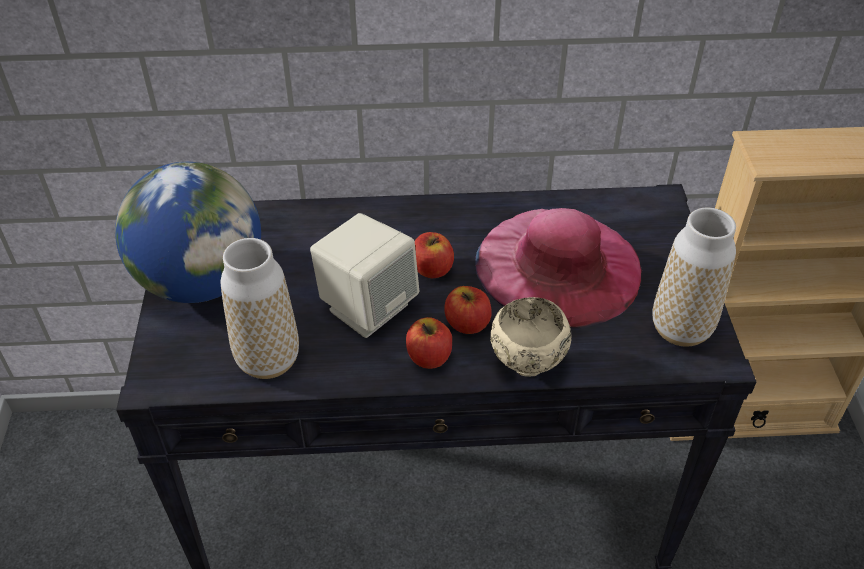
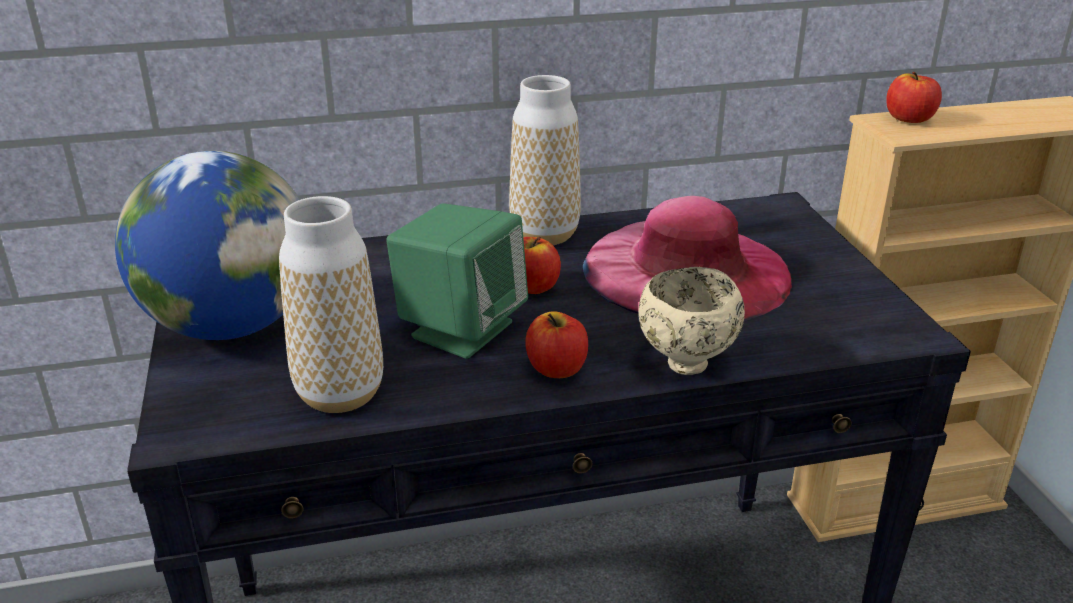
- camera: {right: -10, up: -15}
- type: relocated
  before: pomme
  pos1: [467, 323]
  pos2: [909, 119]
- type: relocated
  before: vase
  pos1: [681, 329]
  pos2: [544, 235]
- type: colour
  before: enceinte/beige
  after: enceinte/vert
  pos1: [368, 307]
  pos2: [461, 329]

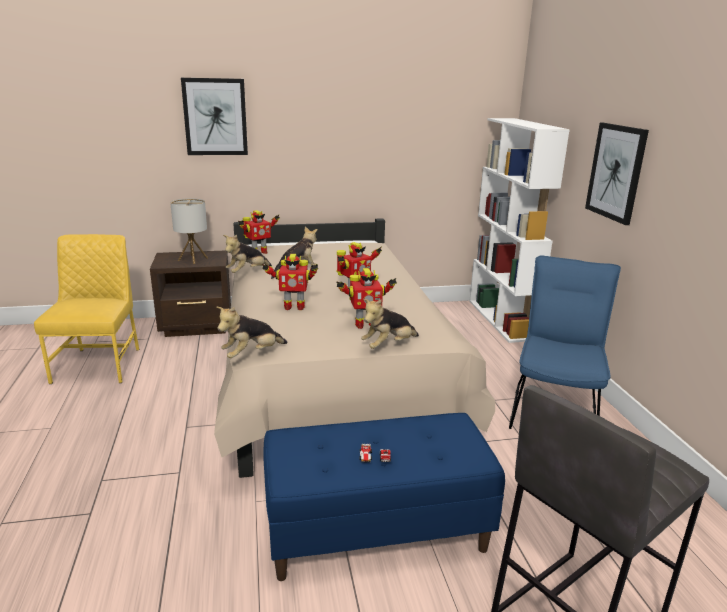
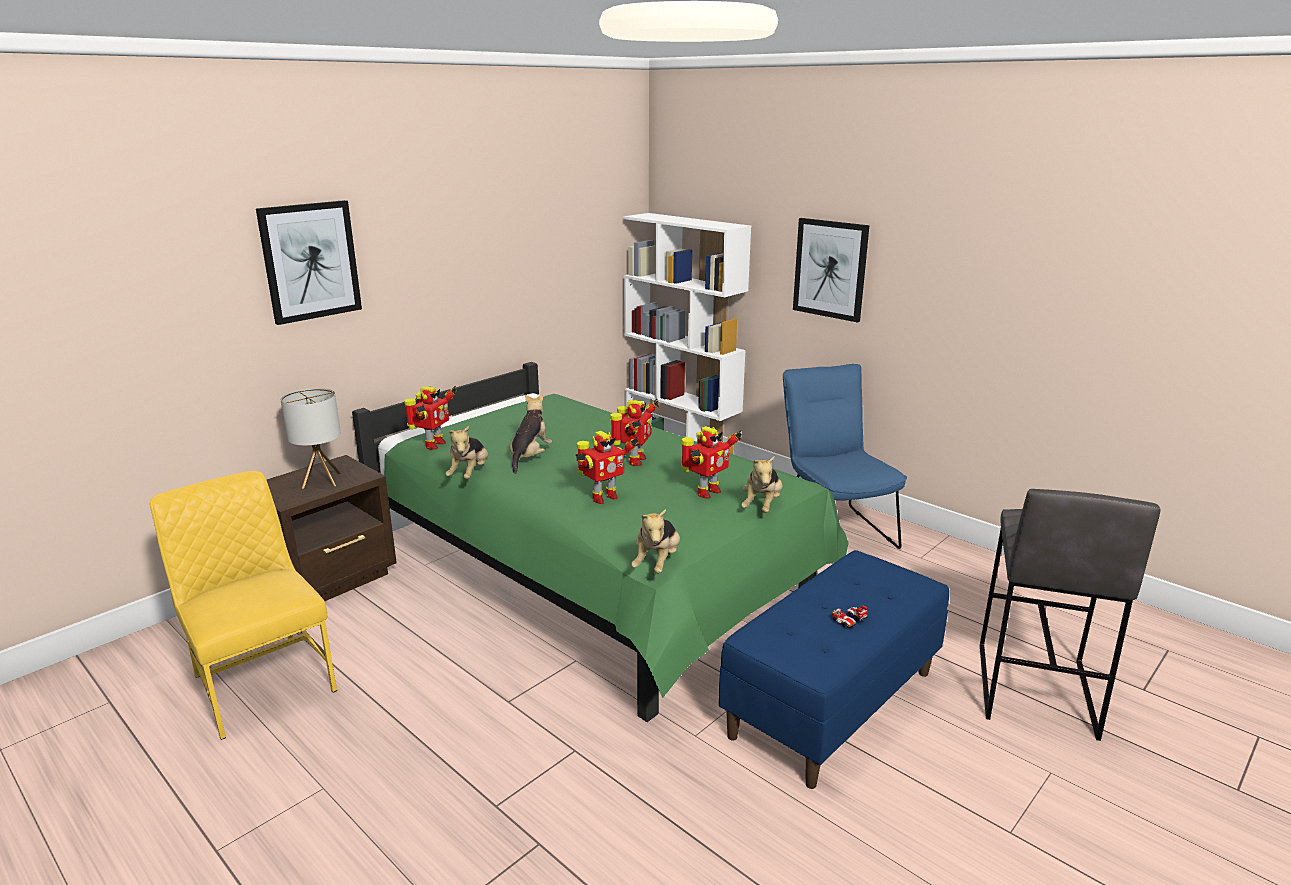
- camera: {right: -35, up: 0}
- type: colour
  before: lit/beige
  after: lit/vert
  pos1: [330, 376]
  pos2: [591, 577]

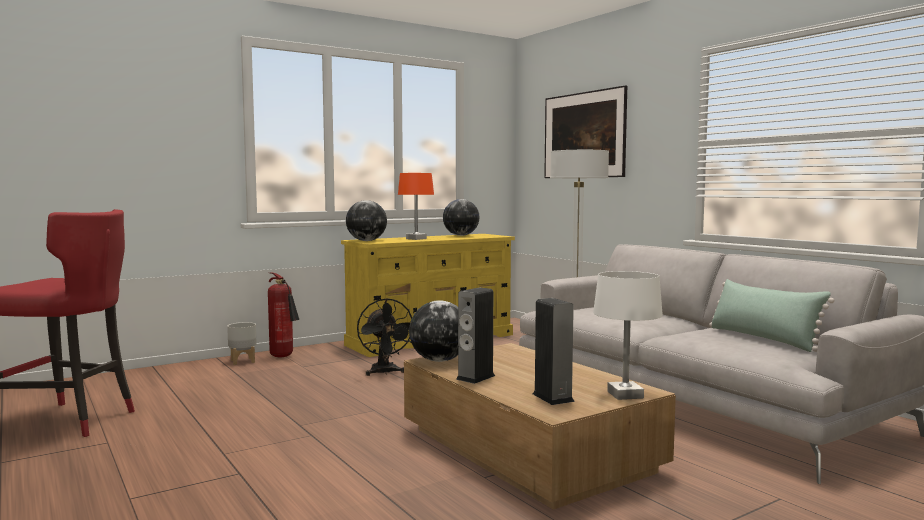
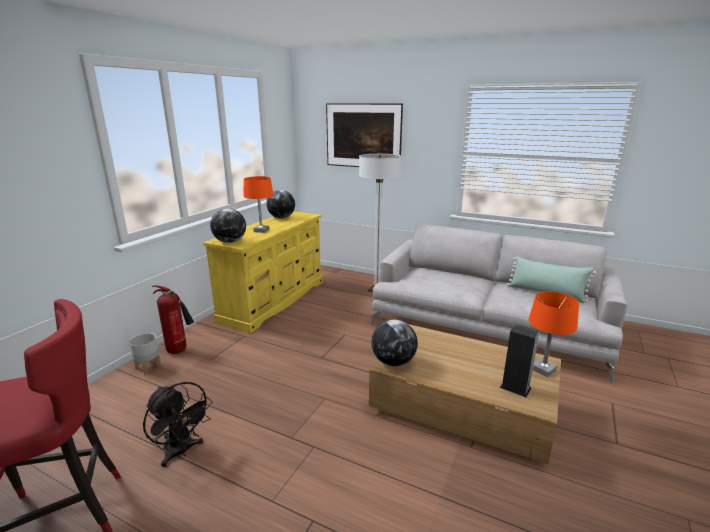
- camera: {right: -30, up: 15}
- type: missing
  before: enceinte
  pos1: [475, 377]
- type: relocated
  before: ventilateur/noir
  pos1: [384, 372]
  pos2: [181, 452]
- type: colour
  before: lampe de table/blanc
  after: lampe de table/orange
  pos1: [625, 394]
  pos2: [543, 370]

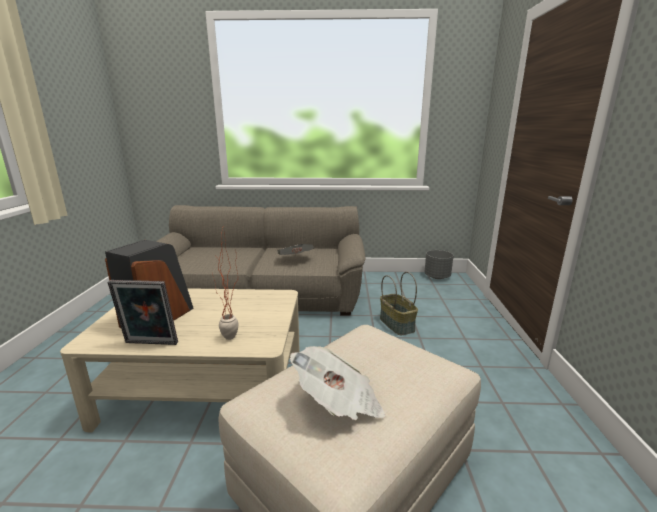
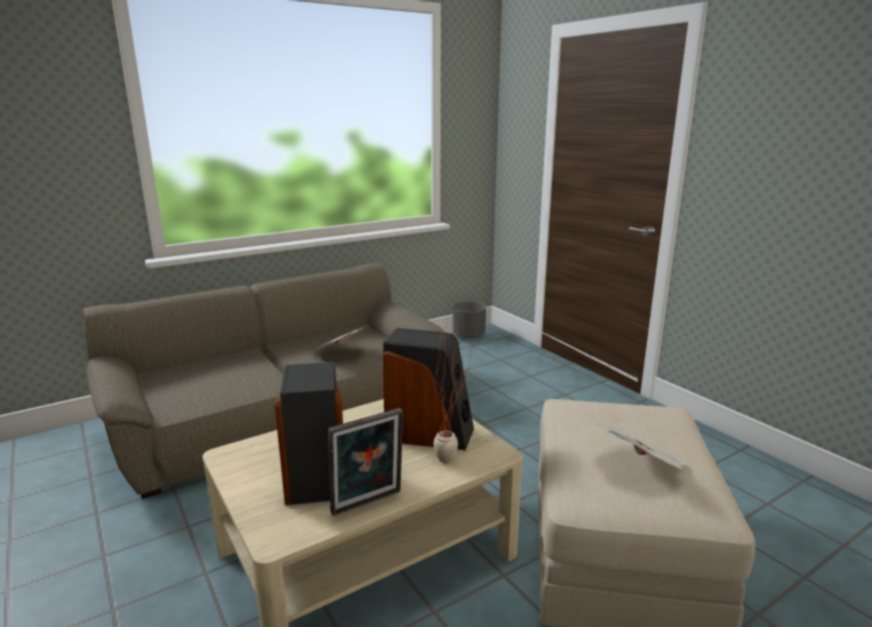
- camera: {right: -35, up: 0}
- type: missing
  before: panier
  pos1: [397, 324]
- type: appeared
  after: enceinte
  pos2: [429, 433]

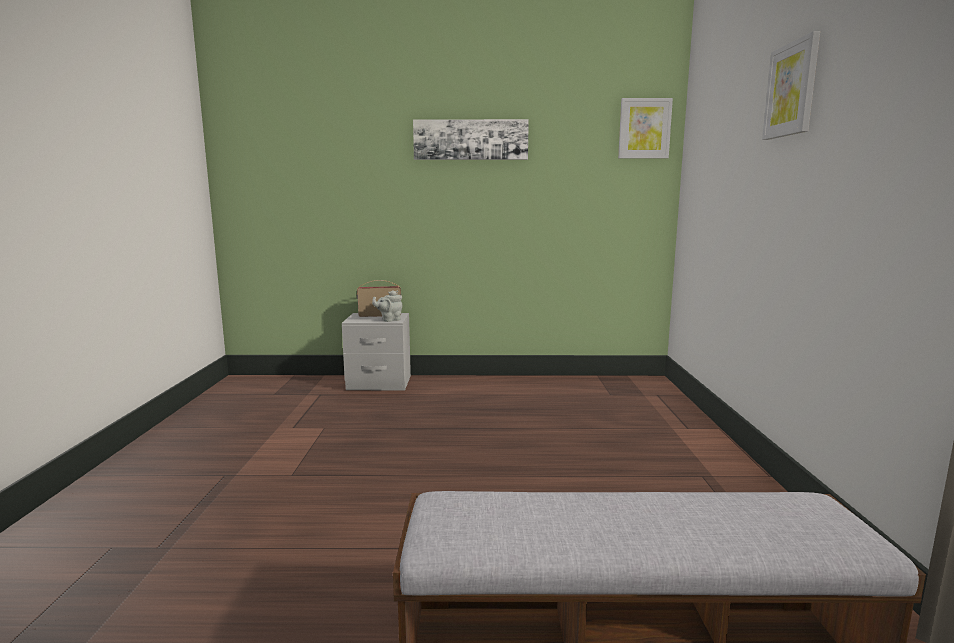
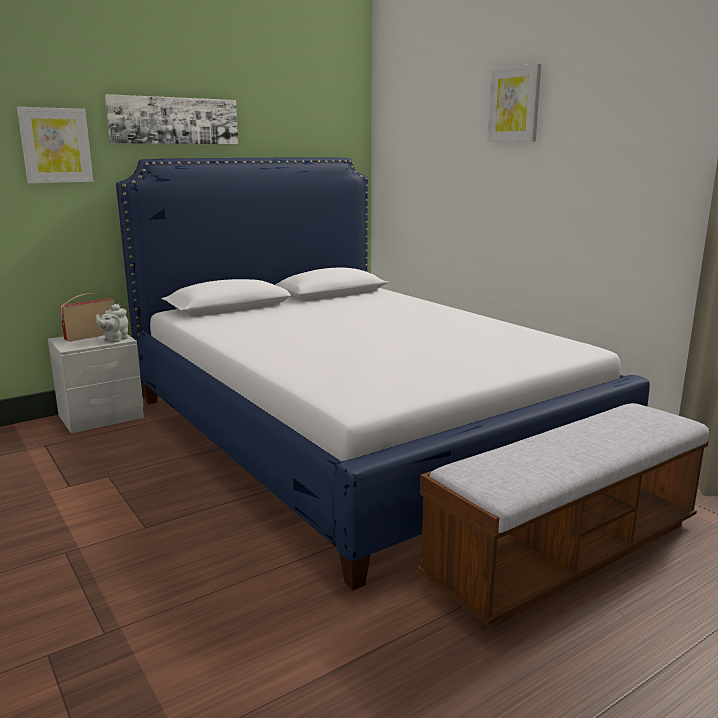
- camera: {right: -35, up: 5}
- type: appeared
  after: lit
  pos2: [356, 431]
- type: relocated
  before: tableau
  pos1: [644, 128]
  pos2: [56, 145]

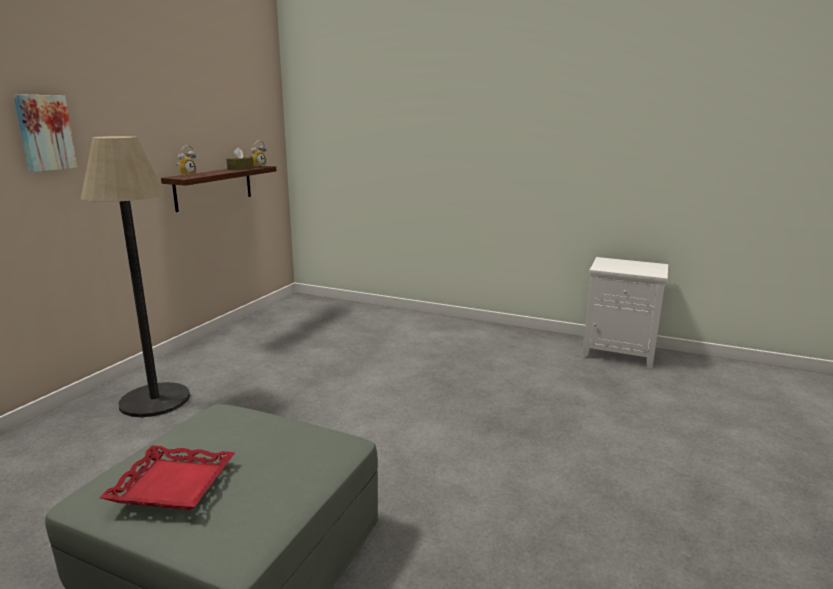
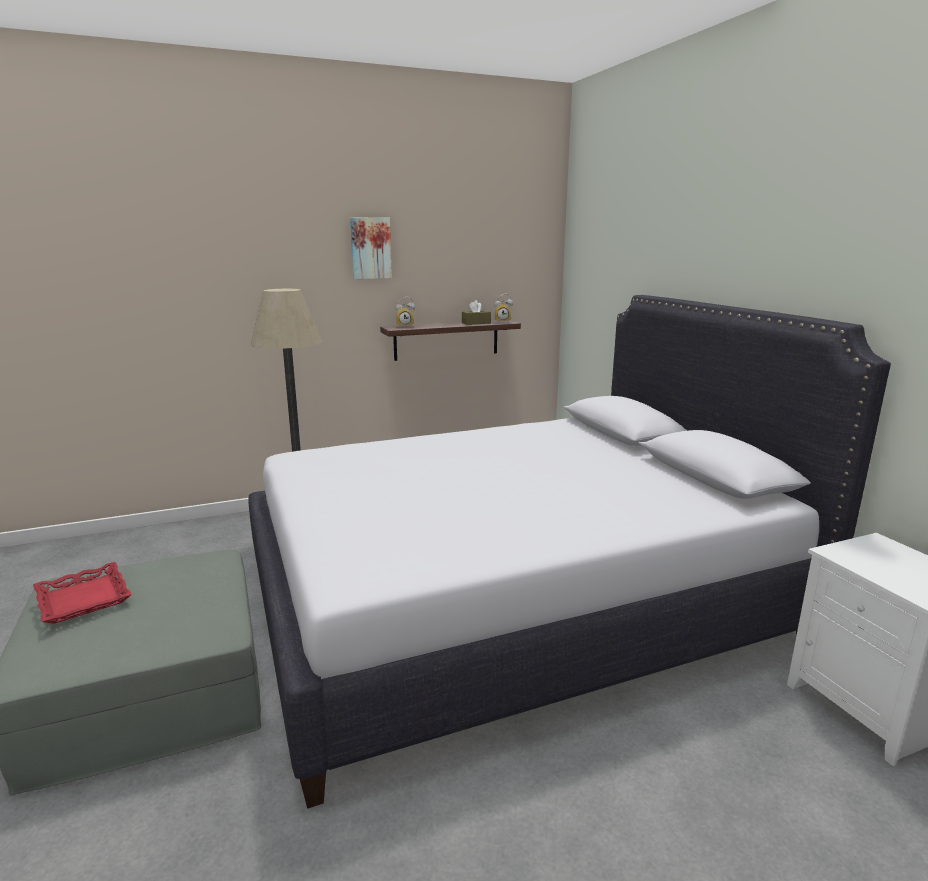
- camera: {right: 45, up: 0}
- type: appeared
  after: lit/blanc
  pos2: [513, 606]
- type: relocated
  before: tableau
  pos1: [44, 132]
  pos2: [370, 248]

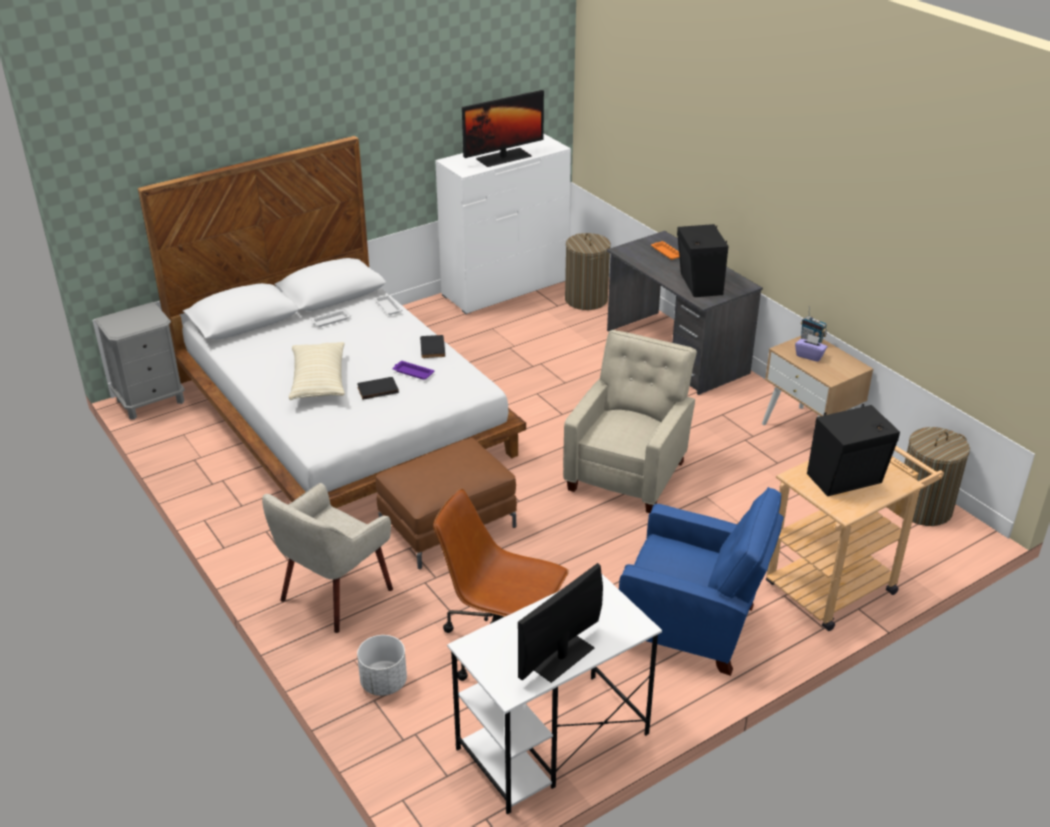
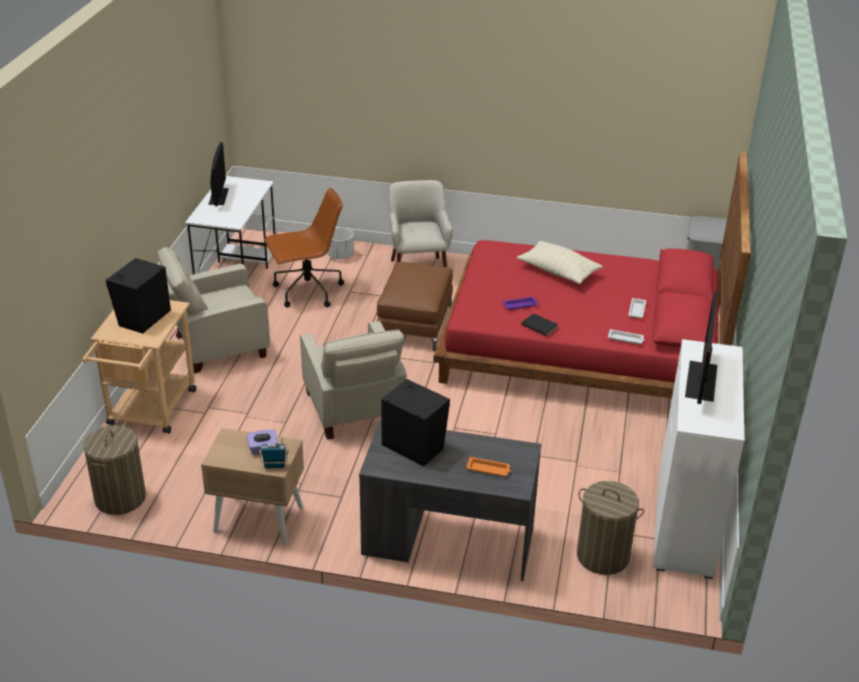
- camera: {right: 135, up: 0}
- type: missing
  before: livre/noir
  pos1: [377, 389]
- type: colour
  before: lit/blanc
  after: lit/rouge
  pos1: [343, 416]
  pos2: [582, 347]
- type: colour
  before: fauteuil/bleu
  after: fauteuil/beige
  pos1: [693, 627]
  pos2: [216, 346]

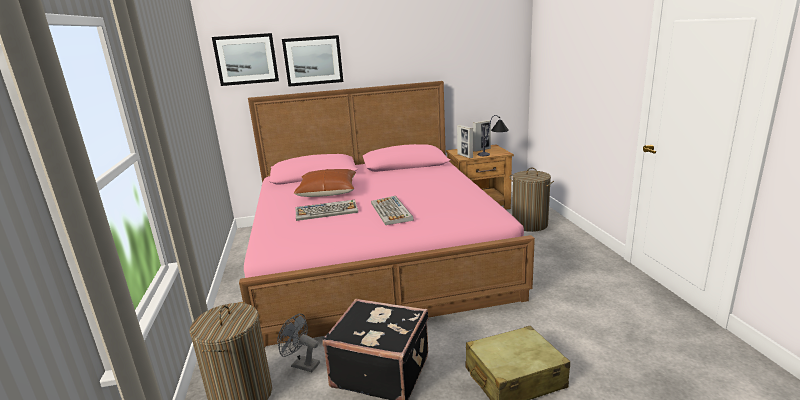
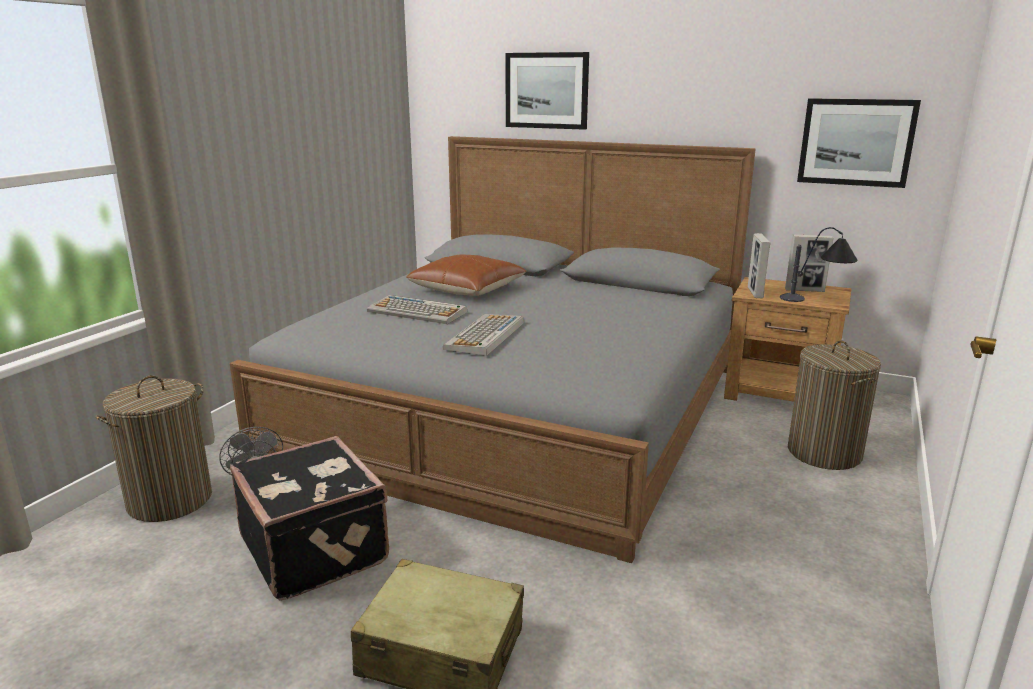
- camera: {right: 35, up: 0}
- type: relocated
  before: tableau
  pos1: [246, 59]
  pos2: [856, 142]
- type: colour
  before: lit/rose
  after: lit/gris
  pos1: [375, 255]
  pos2: [519, 408]

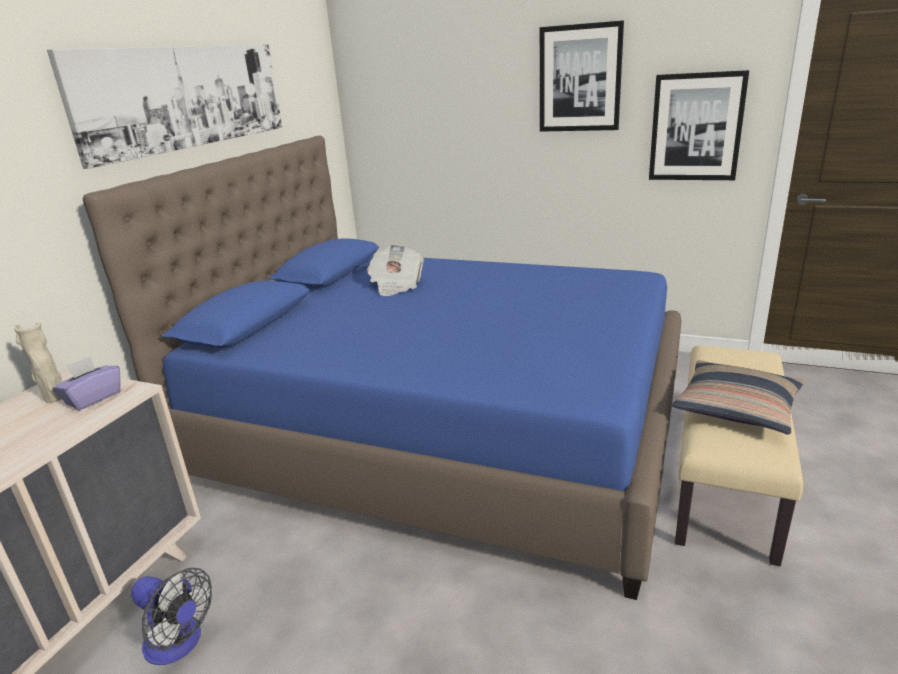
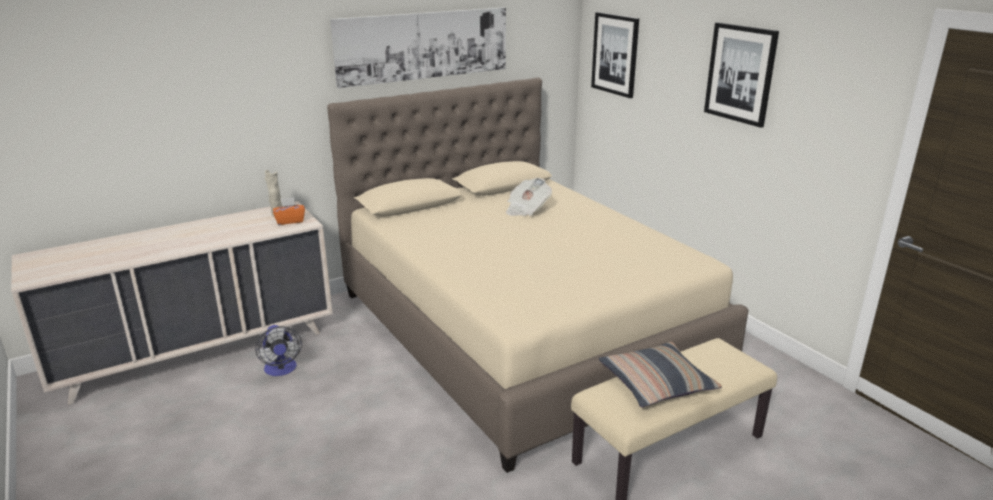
- camera: {right: 35, up: 0}
- type: relocated
  before: tableau
  pos1: [696, 127]
  pos2: [615, 54]
- type: colour
  before: boîte à mouchoirs/violet
  after: boîte à mouchoirs/orange
  pos1: [93, 398]
  pos2: [290, 221]
- type: colour
  before: lit/bleu
  after: lit/beige
  pos1: [443, 430]
  pos2: [522, 331]

